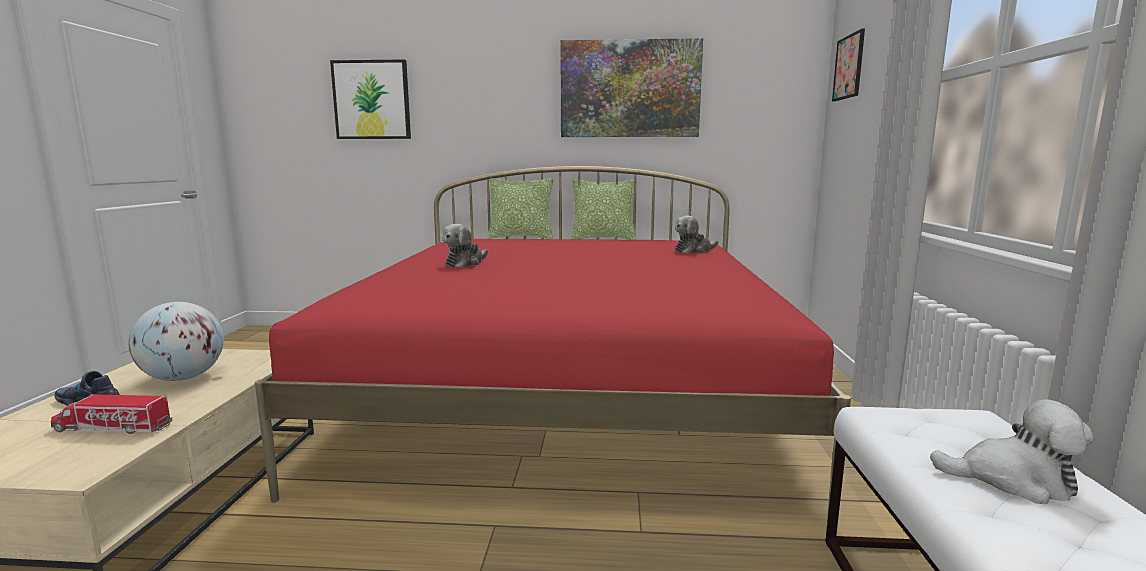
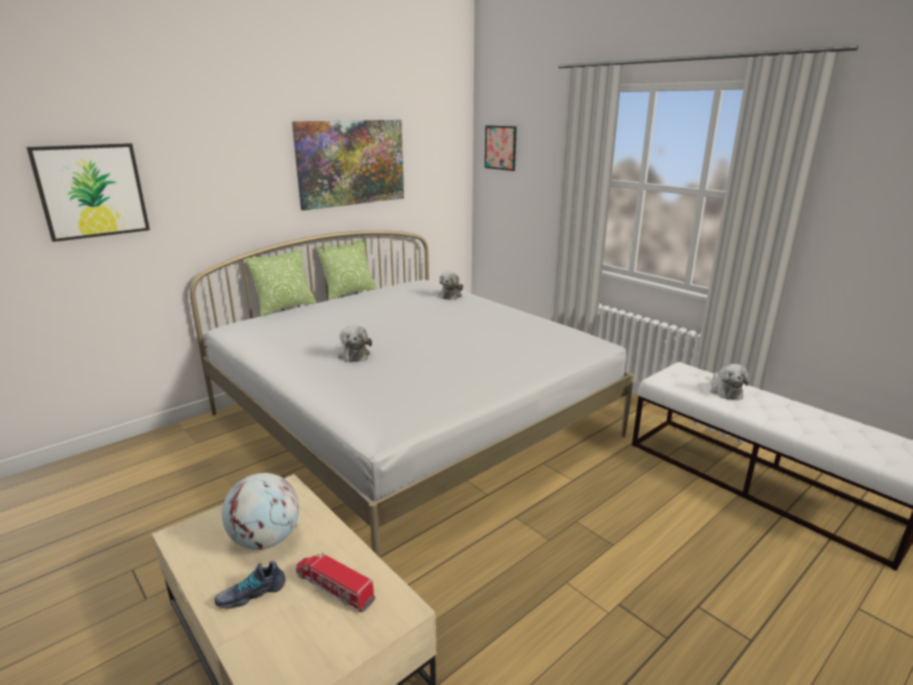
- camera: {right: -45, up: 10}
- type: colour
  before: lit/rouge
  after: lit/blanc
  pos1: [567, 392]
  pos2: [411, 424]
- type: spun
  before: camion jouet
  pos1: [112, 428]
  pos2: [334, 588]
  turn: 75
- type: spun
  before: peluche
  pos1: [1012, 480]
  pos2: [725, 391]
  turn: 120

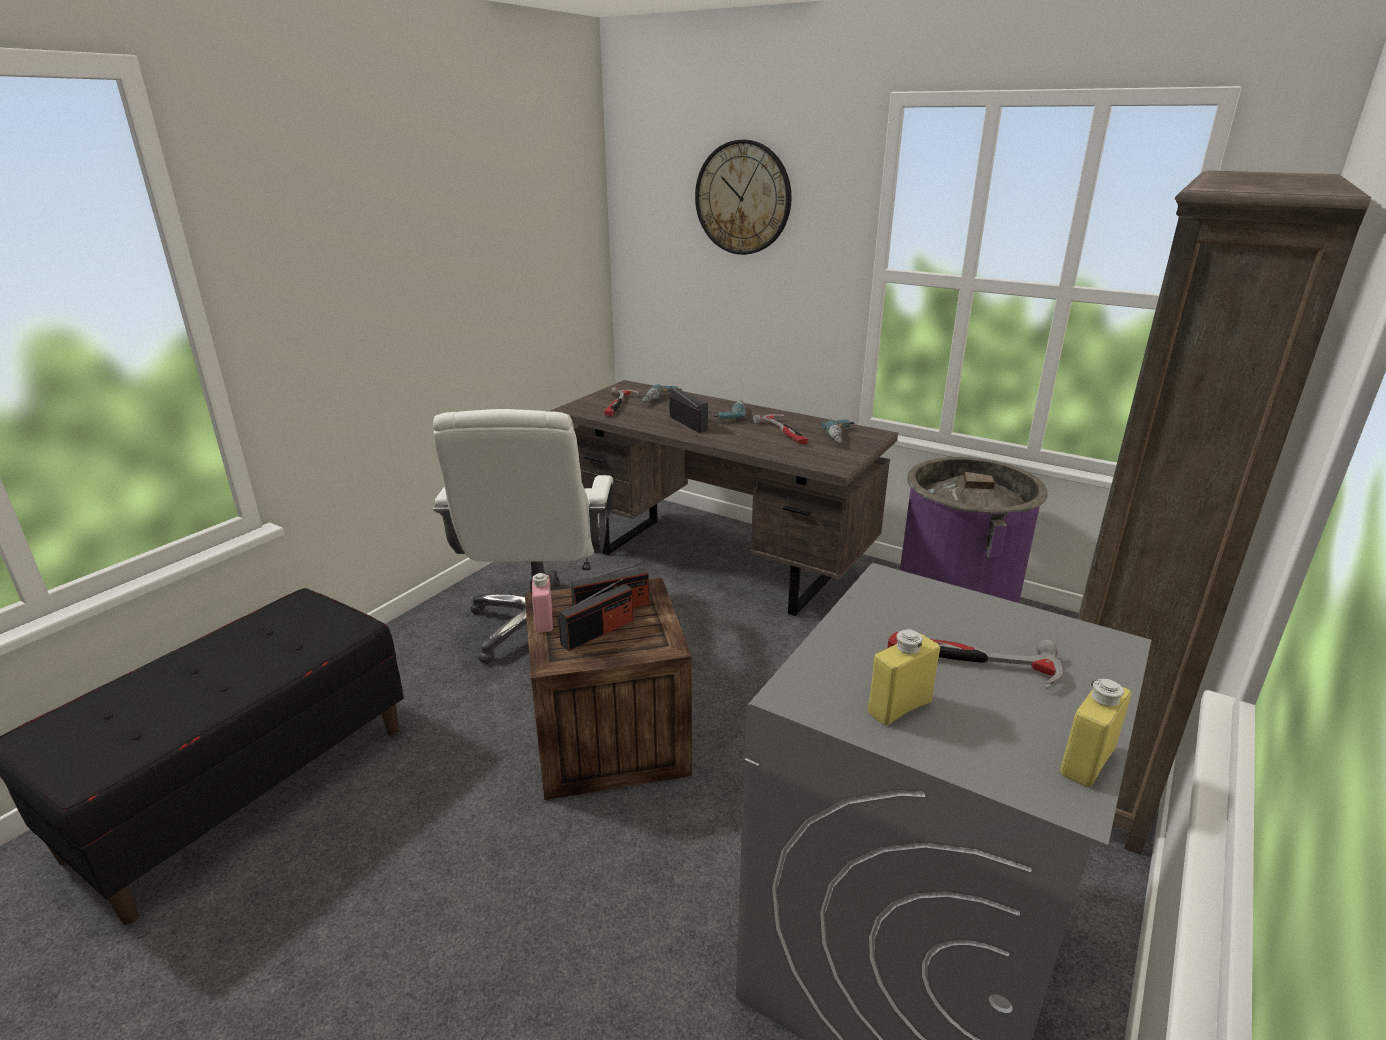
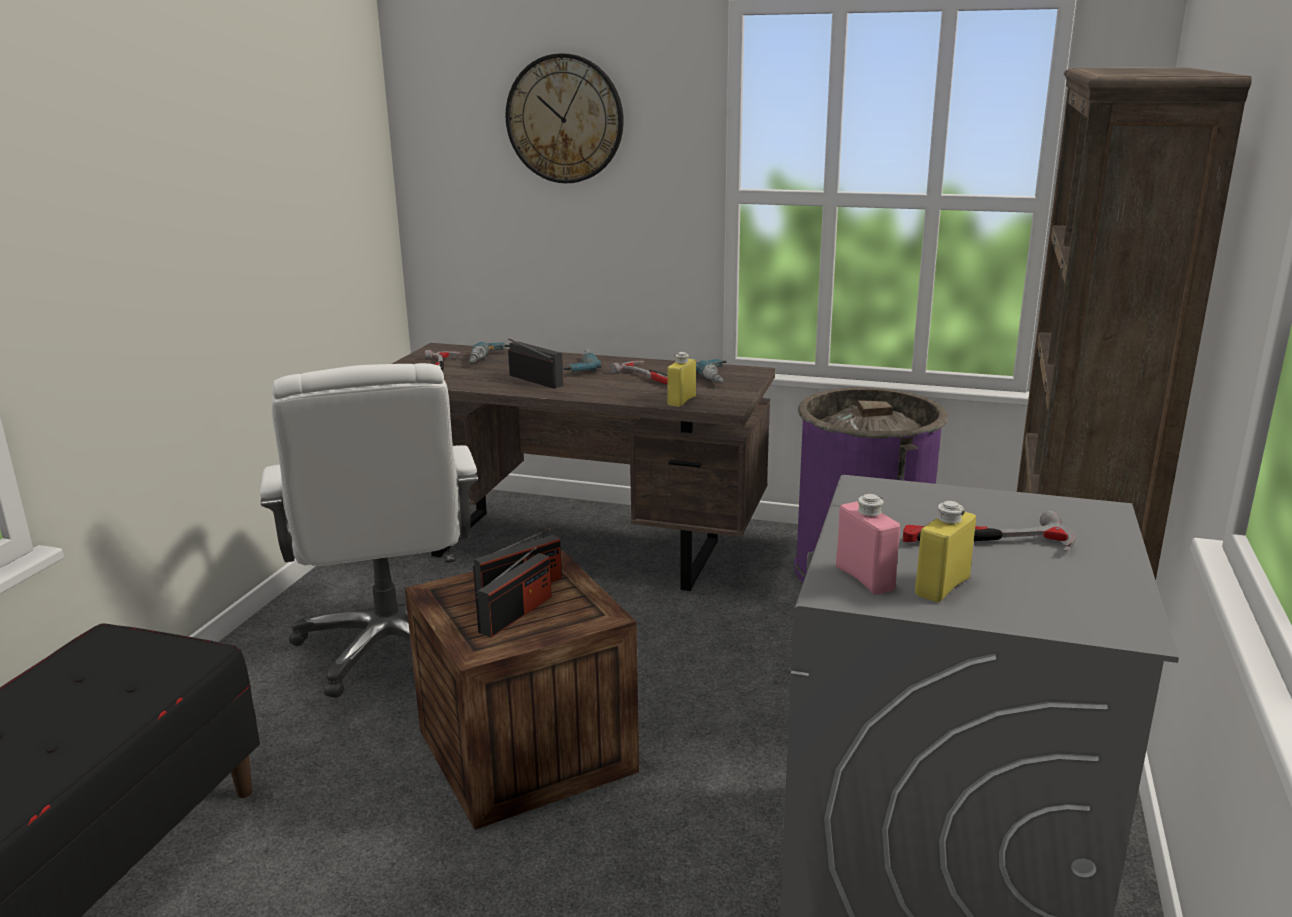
- camera: {right: -15, up: -5}
- type: relocated
  before: bouteille/rose
  pos1: [544, 621]
  pos2: [864, 578]
- type: relocated
  before: bouteille/jaune
  pos1: [1087, 762]
  pos2: [681, 401]

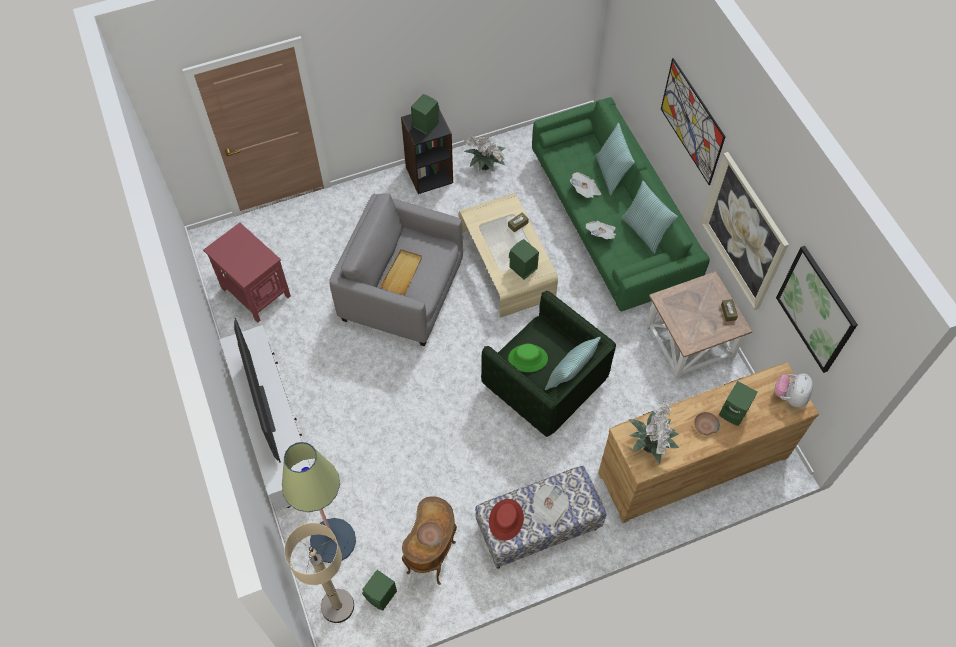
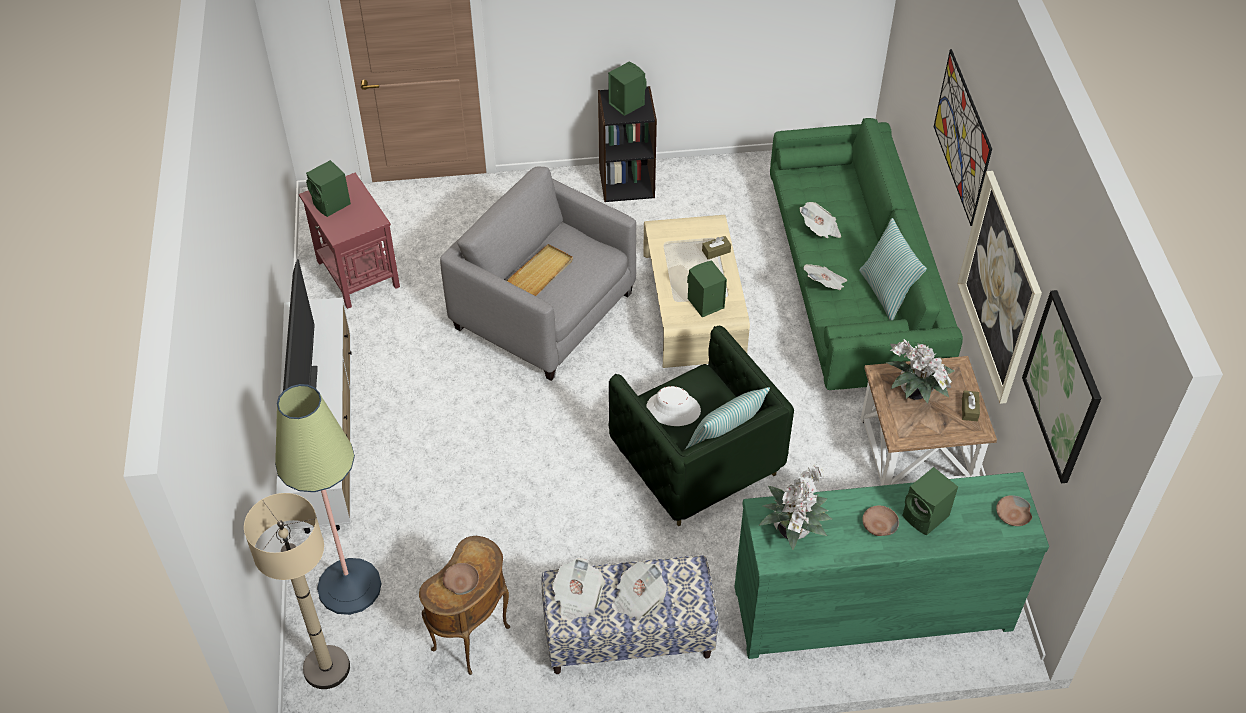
- camera: {right: 15, up: -10}
- type: missing
  before: coussin
  pos1: [611, 174]
- type: relocated
  before: enceinte/vert
  pos1: [382, 596]
  pos2: [332, 205]
- type: relocated
  before: plante en pot
  pos1: [485, 167]
  pos2: [916, 395]
- type: exchanged
  before: chapeau/rouge
  after: journal
  pos1: [506, 519]
  pos2: [577, 598]
- type: exchanged
  before: peluche
  after: bol/marron
  pos1: [790, 396]
  pos2: [1012, 515]
- type: colour
  before: chapeau/vert
  after: chapeau/blanc
  pos1: [528, 358]
  pos2: [673, 409]
- type: colour
  before: commode/marron
  after: commode/vert
  pos1: [692, 464]
  pos2: [871, 606]

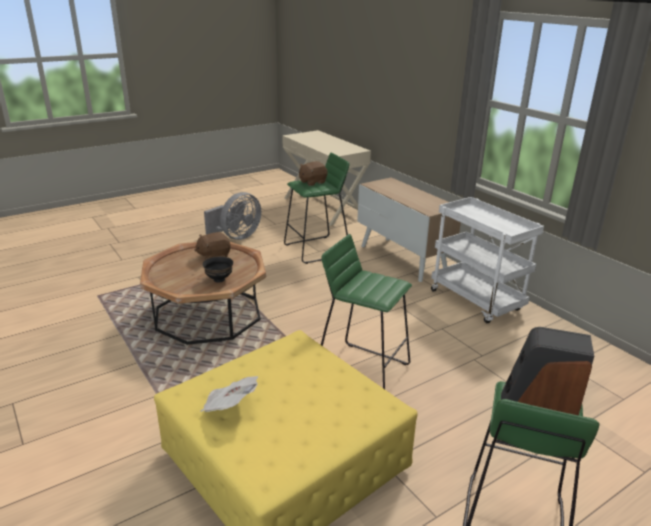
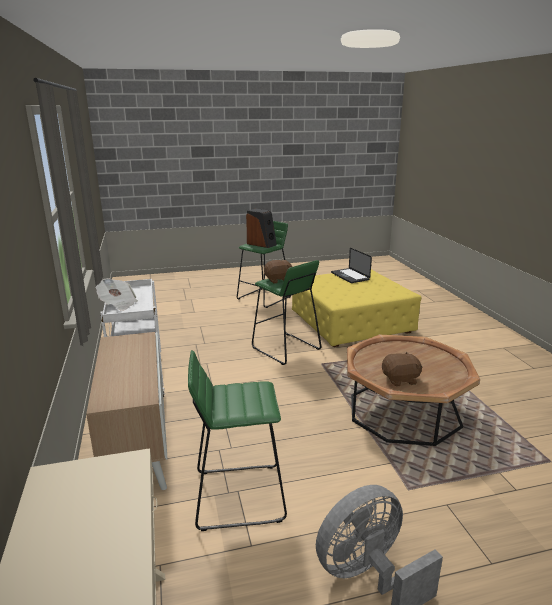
- camera: {right: -160, up: -5}
- type: missing
  before: bol/noir
  pos1: [218, 279]
- type: appeared
  after: ordinateur portable
  pos2: [350, 276]
- type: relocated
  before: journal
  pos1: [230, 406]
  pos2: [118, 304]
- type: relocated
  before: peluche/marron
  pos1: [312, 182]
  pos2: [278, 280]

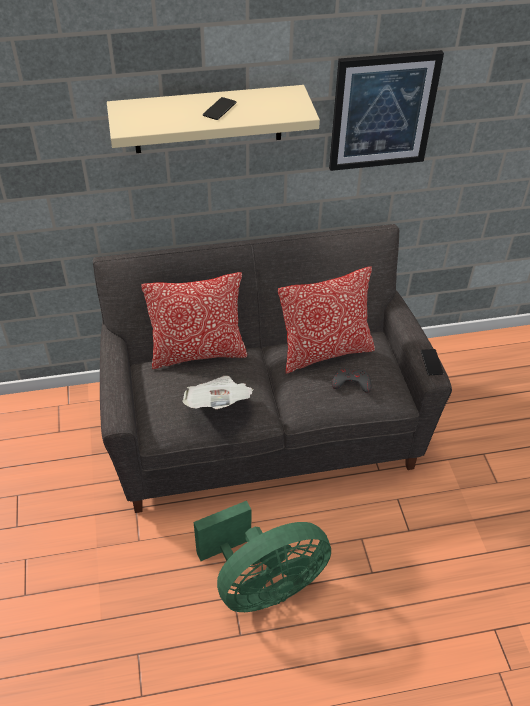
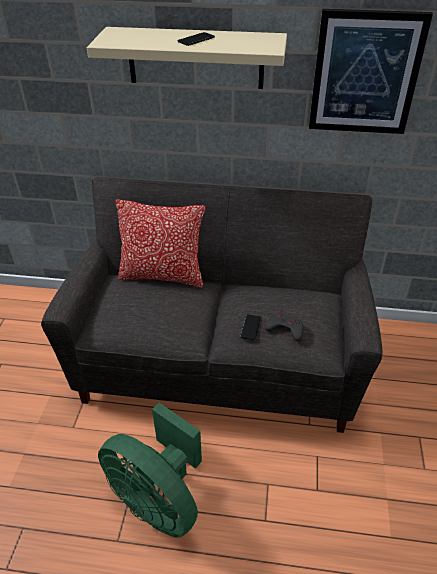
- camera: {right: 20, up: -5}
- type: missing
  before: journal
  pos1: [218, 404]
- type: missing
  before: coussin
  pos1: [325, 352]
- type: relocated
  before: téléphone
  pos1: [431, 362]
  pos2: [250, 327]
- type: spun
  before: ventilateur/vert
  pos1: [262, 584]
  pos2: [158, 499]
  turn: 45

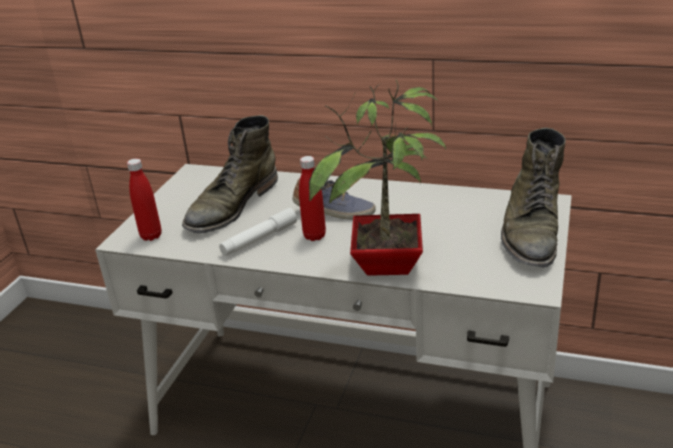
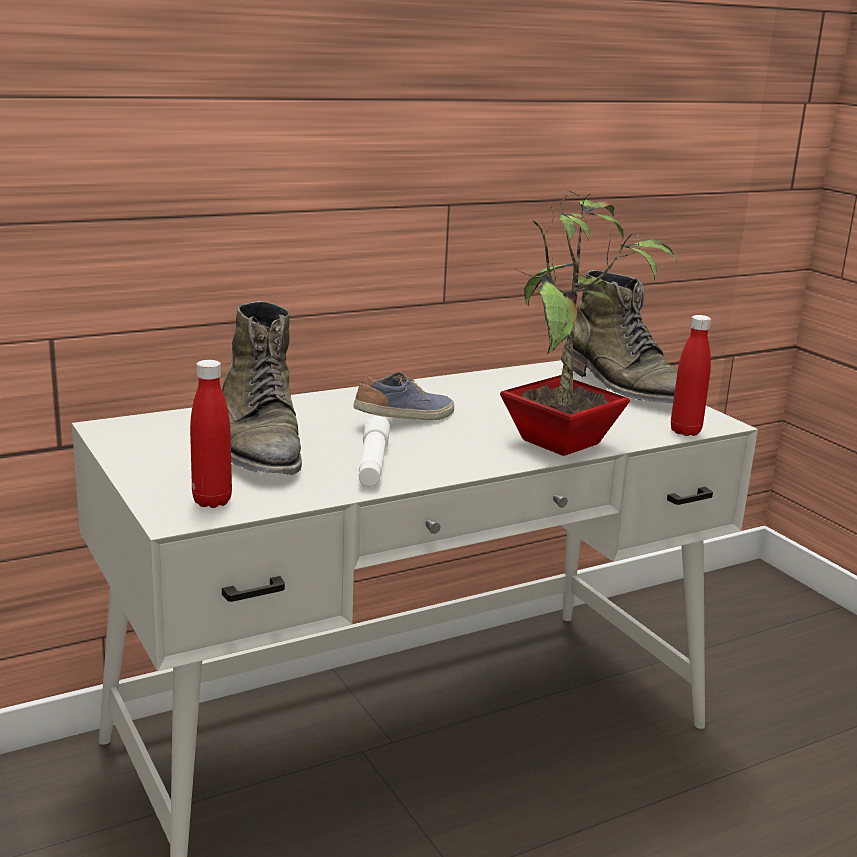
- camera: {right: -50, up: -10}
- type: relocated
  before: bouteille/rouge
  pos1: [314, 236]
  pos2: [685, 431]

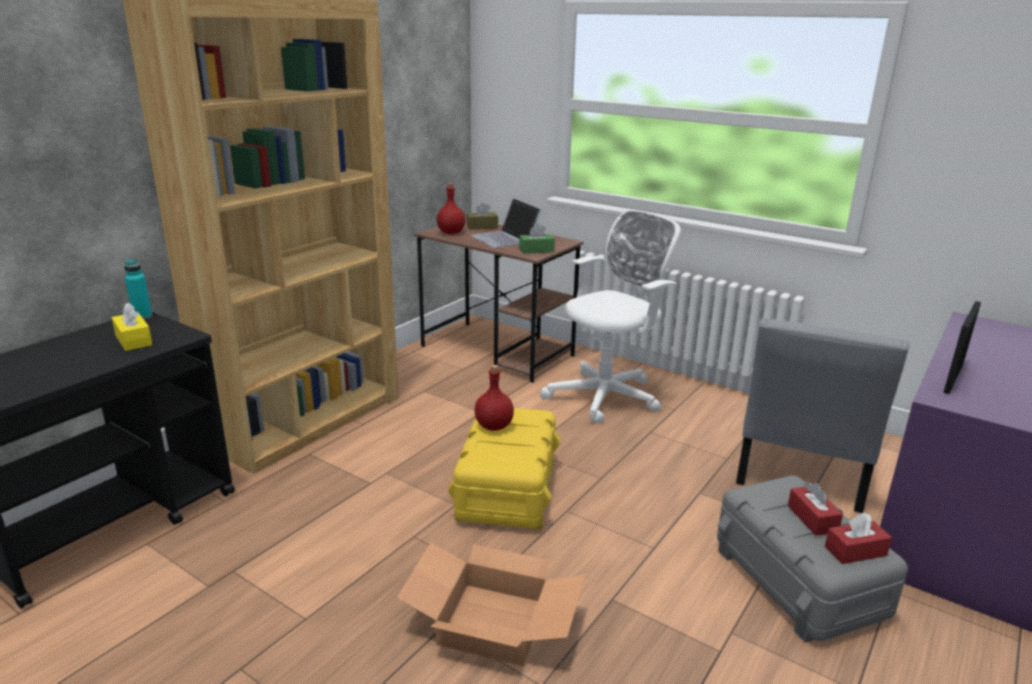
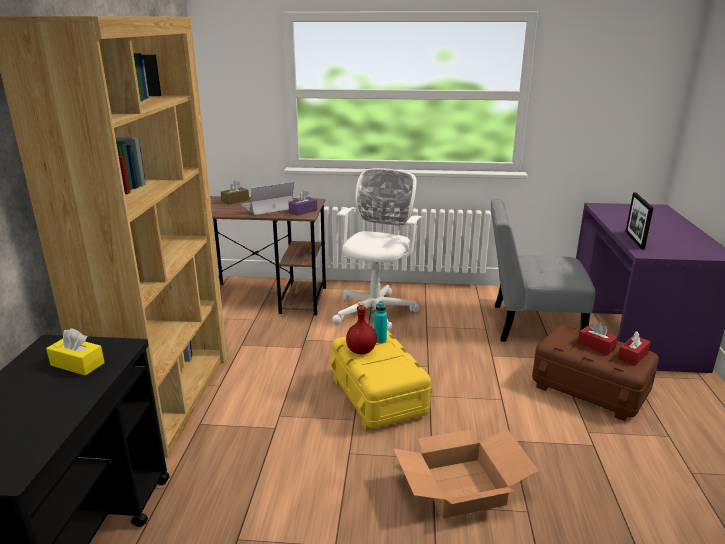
- camera: {right: -30, up: 0}
- type: missing
  before: bouteille/rouge
  pos1: [450, 232]
- type: relocated
  before: bouteille/turquoise
  pos1: [142, 316]
  pos2: [380, 340]
- type: colour
  before: boîte à mouchoirs/vert
  after: boîte à mouchoirs/violet
  pos1: [536, 250]
  pos2: [303, 211]
- type: colour
  before: boîte de rangement/gris
  after: boîte de rangement/marron
  pos1: [799, 581]
  pos2: [590, 388]
- type: spun
  before: ordinateur portable
  pos1: [505, 238]
  pos2: [267, 206]
  turn: 120
- type: spun
  before: chaise/gris
  pos1: [799, 472]
  pos2: [530, 324]
  turn: 105

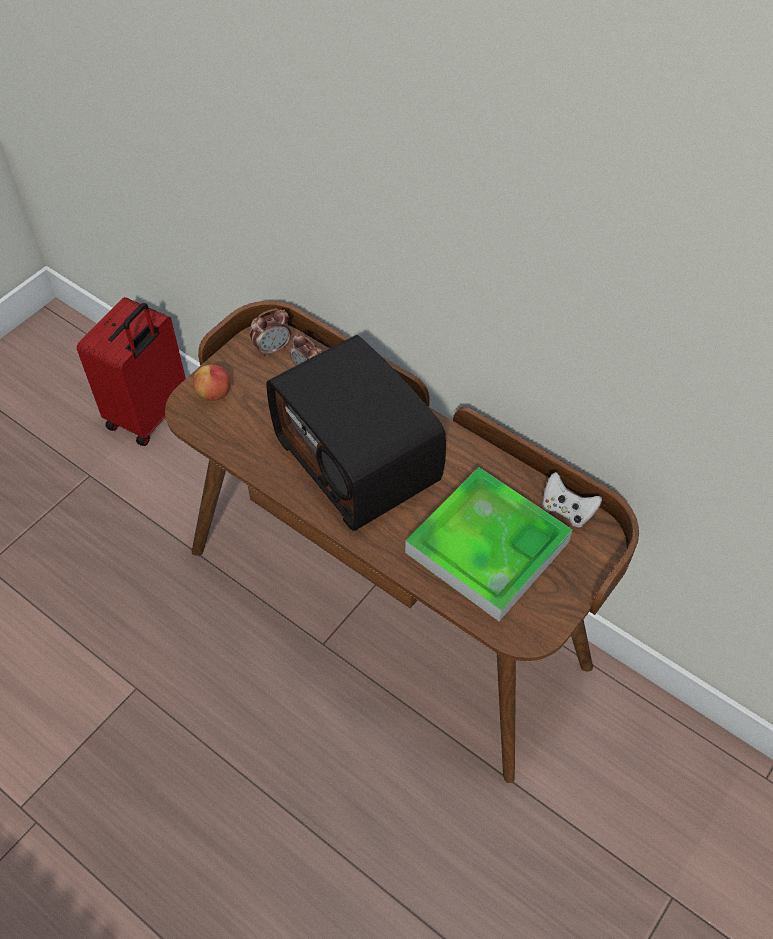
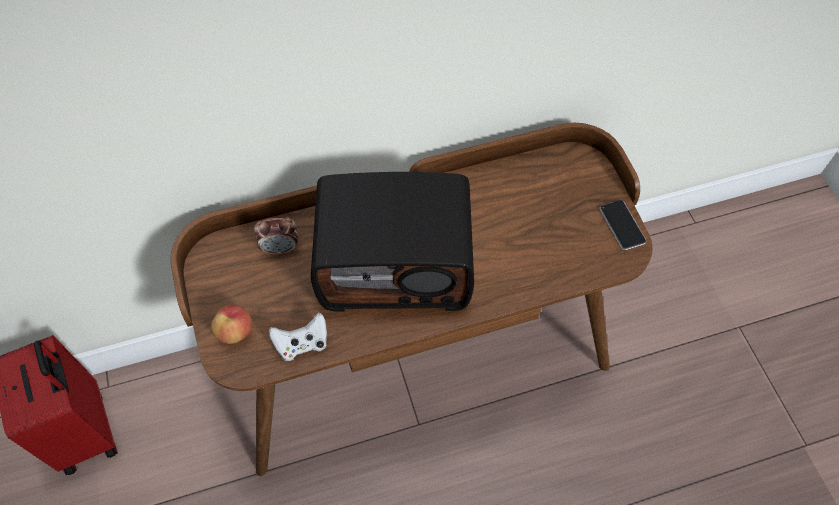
- camera: {right: -55, up: 5}
- type: missing
  before: réveil
  pos1: [273, 349]
- type: missing
  before: plateau
  pos1: [487, 547]
- type: appeared
  after: téléphone
  pos2: [622, 225]
- type: relocated
  before: manette/blanc
  pos1: [567, 510]
  pos2: [302, 344]

